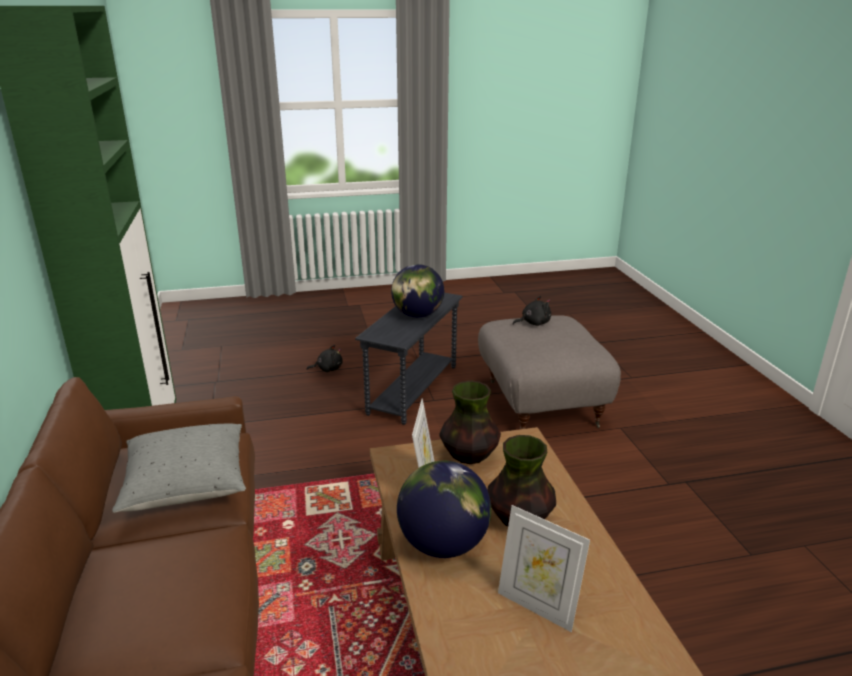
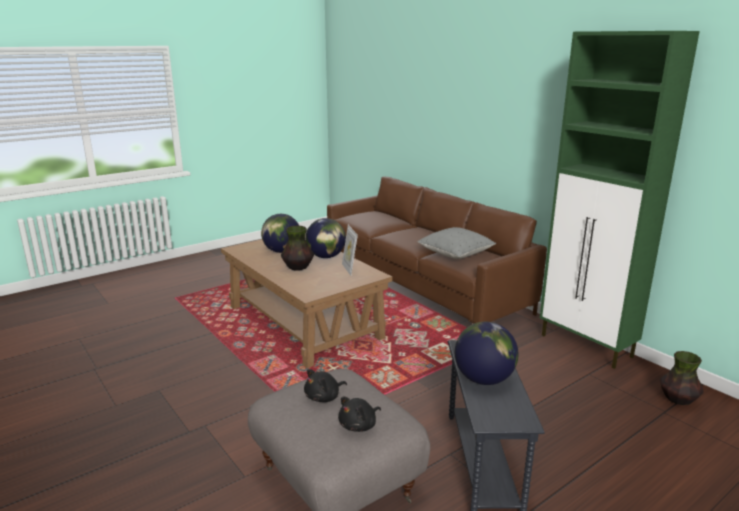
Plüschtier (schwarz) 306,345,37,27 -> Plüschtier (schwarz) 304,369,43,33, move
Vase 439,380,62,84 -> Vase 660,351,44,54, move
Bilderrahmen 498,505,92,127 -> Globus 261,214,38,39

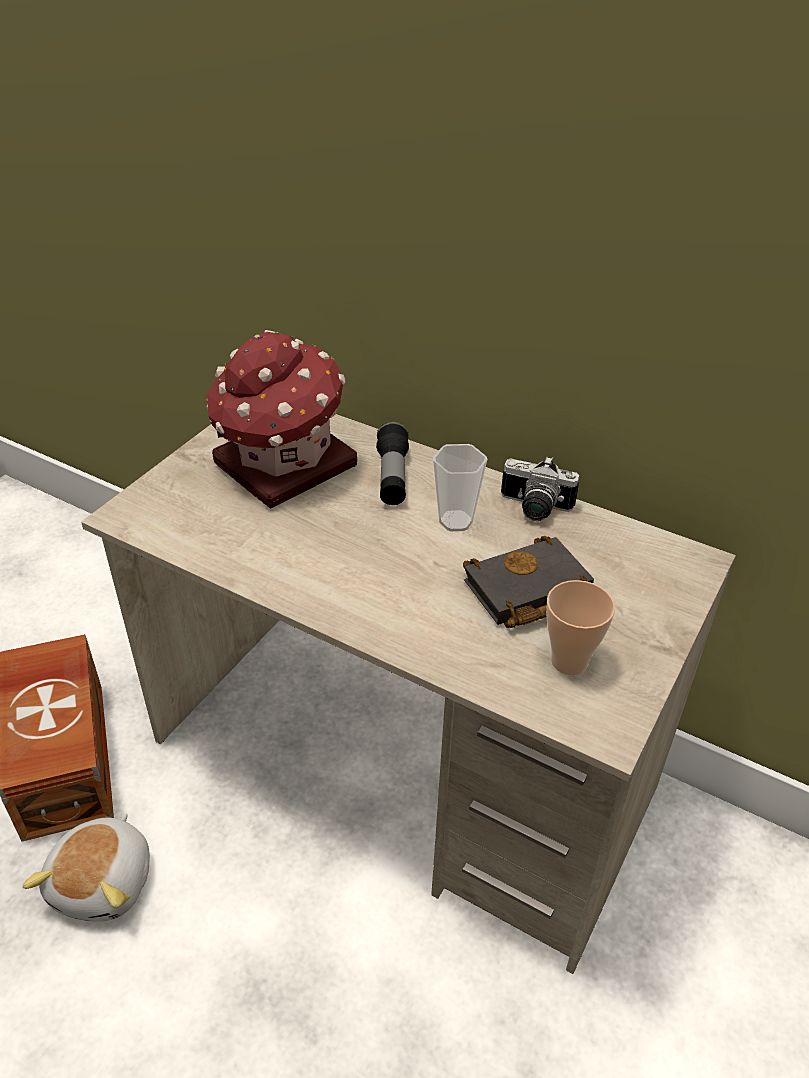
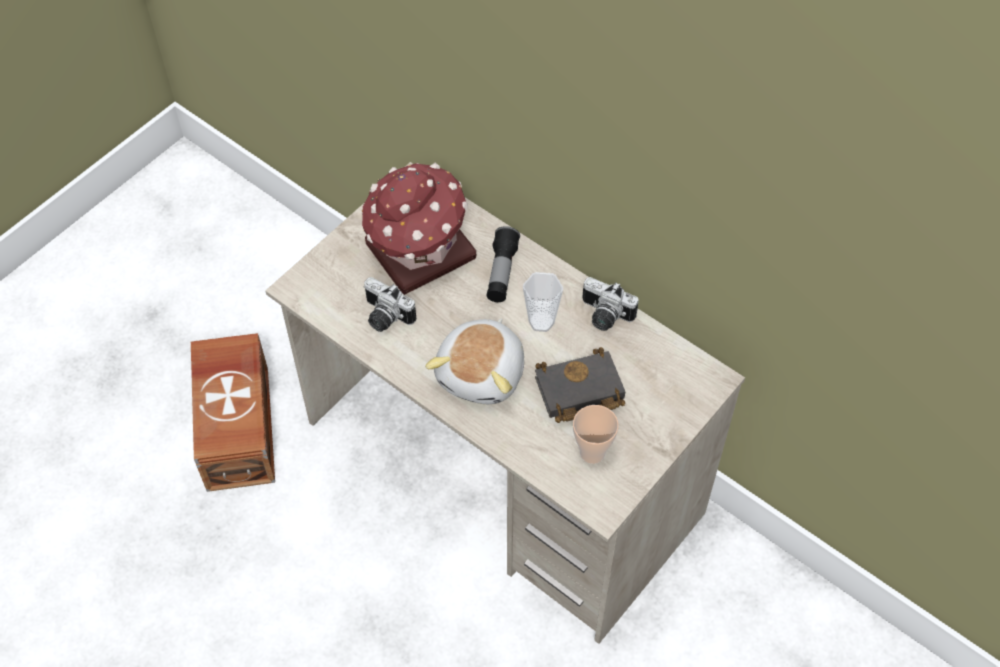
Plüschtier 23,814,127,108 -> Plüschtier 425,318,99,86, move
none -> Kamera 364,277,52,55

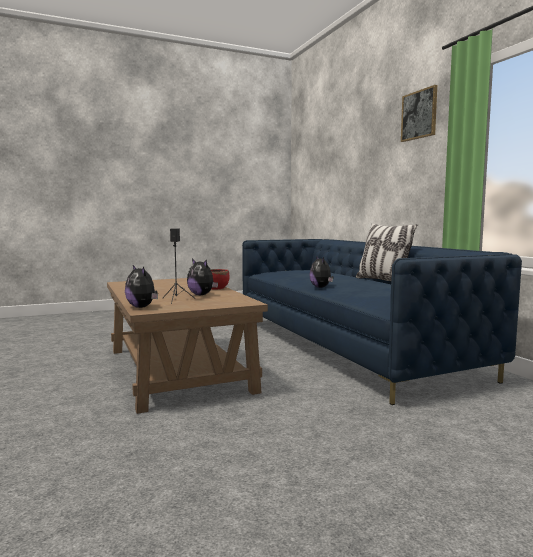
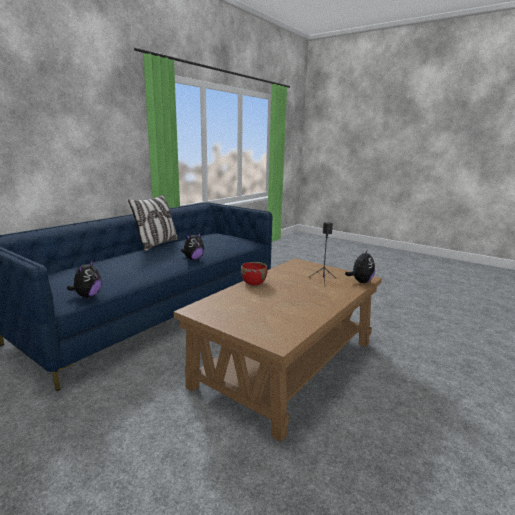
Bild 401,85,36,57 -> none
Plüschtier 187,259,31,36 -> Plüschtier 67,260,35,38, move

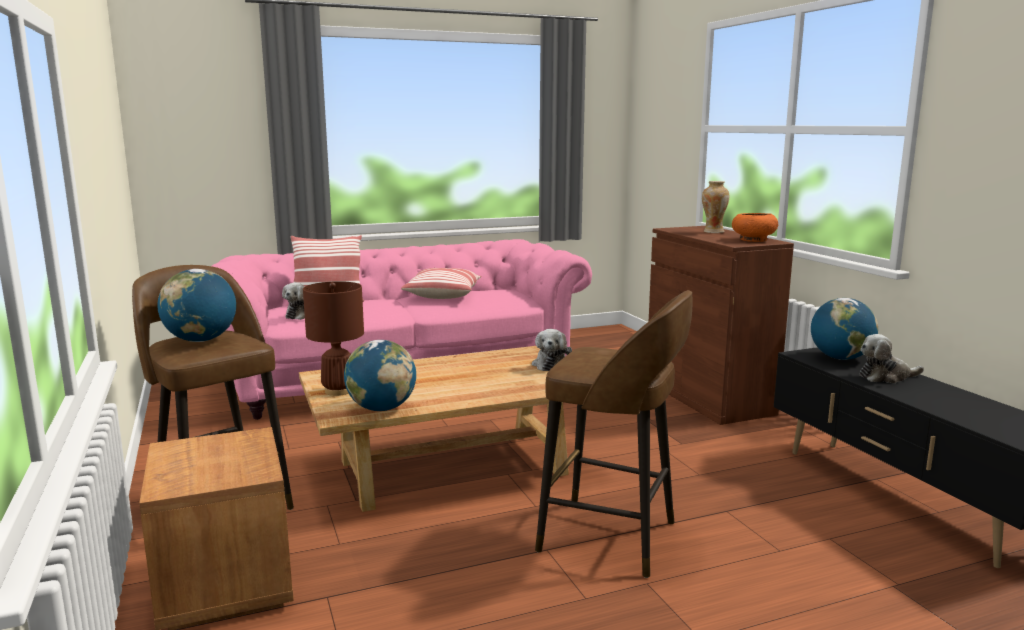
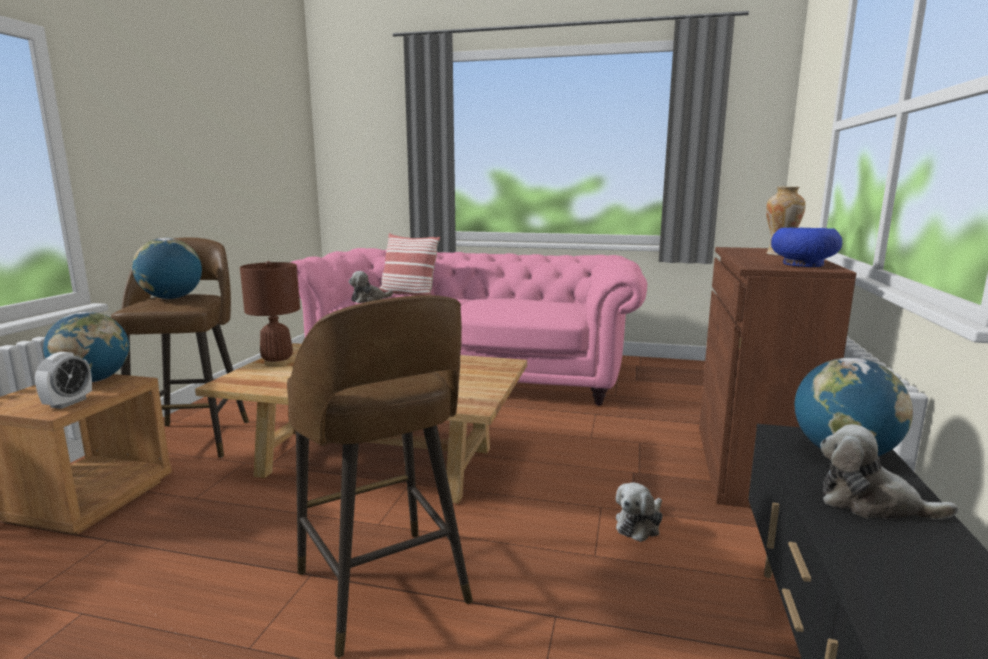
Schüssel (orange) 732,213,46,29 -> Schüssel (blau) 771,227,71,40
Kissen 401,268,81,31 -> none
Plüschtier 532,329,40,42 -> Plüschtier 616,482,47,60, move
Globus 344,340,72,71 -> Globus 43,312,86,70, move
none -> Wecker 35,352,57,57

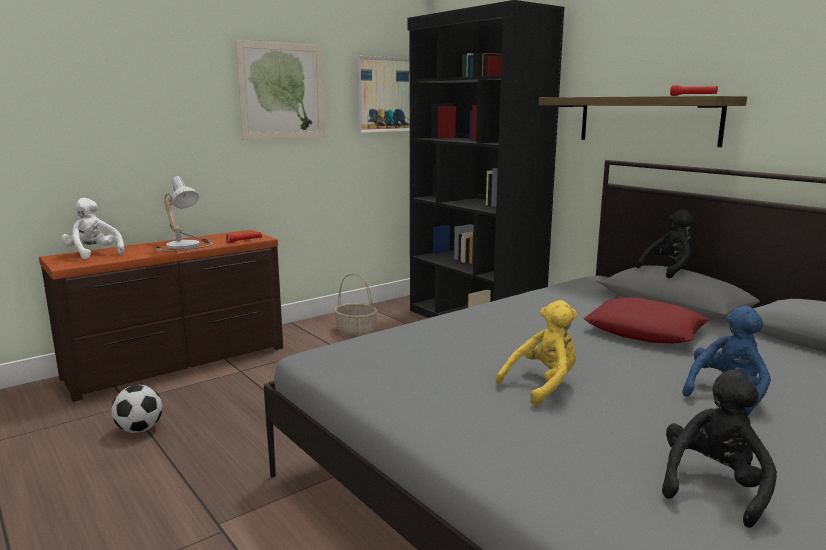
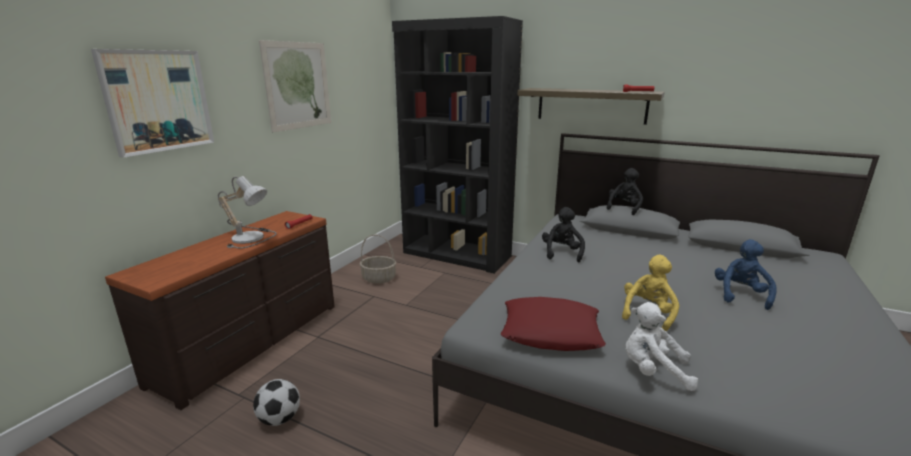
Bild 356,56,54,77 -> Bild 91,49,123,109, move
Plüschtier (weiß) 61,198,63,62 -> Plüschtier (weiß) 626,302,72,89, move
Kissen (rot) 584,298,126,46 -> Kissen (rot) 501,297,105,54, move
Plüschtier (schwarz) 662,370,115,158 -> Plüschtier (schwarz) 542,207,43,55, move

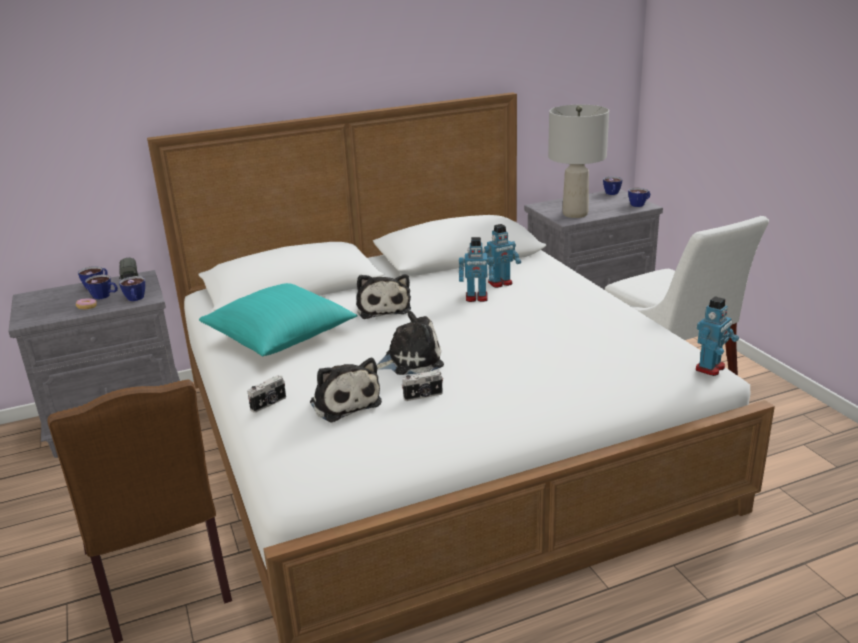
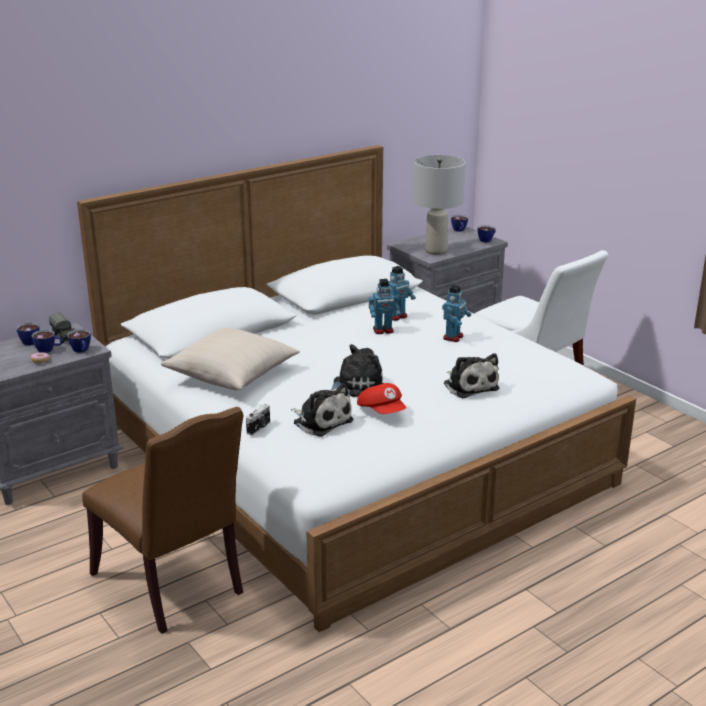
Plüschtier 356,274,55,45 -> Plüschtier 444,353,55,45, move
Kissen (türkis) 199,283,159,73 -> Kissen (beige) 161,328,139,62
Spielzeugroboter 696,296,43,80 -> Spielzeugroboter 442,285,30,57, move
Kamera 402,370,41,31 -> Kappe (rot) 357,383,49,31

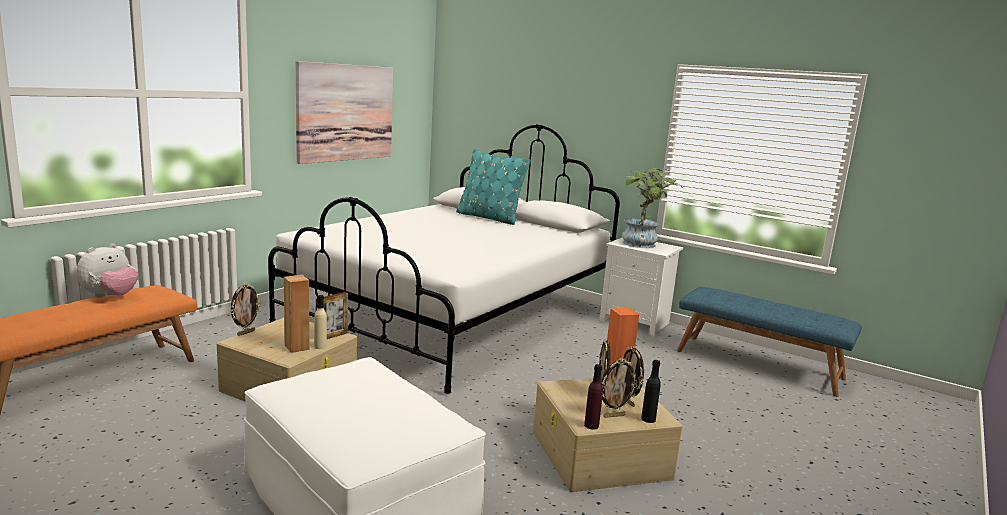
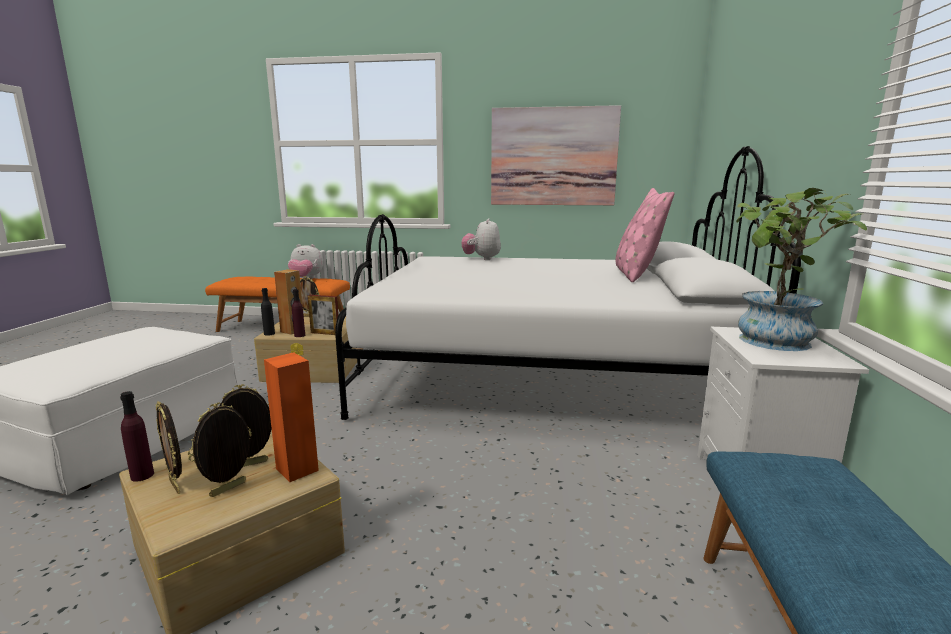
Kissen (türkis) 456,149,75,76 -> Kissen (rosa) 616,188,58,94
Flasche (beige) 314,295,13,54 -> Flasche (lila) 292,289,13,48
Flasche (schwarz) 641,360,20,63 -> Flasche (schwarz) 261,288,14,48, move
none -> Plüschtier 462,218,39,42

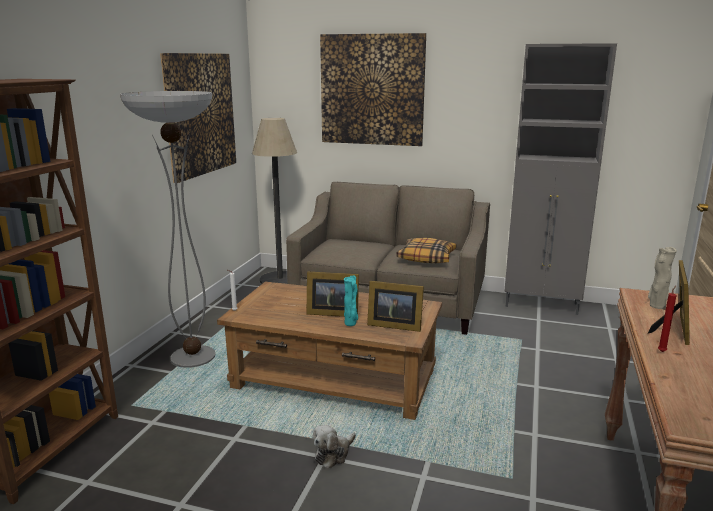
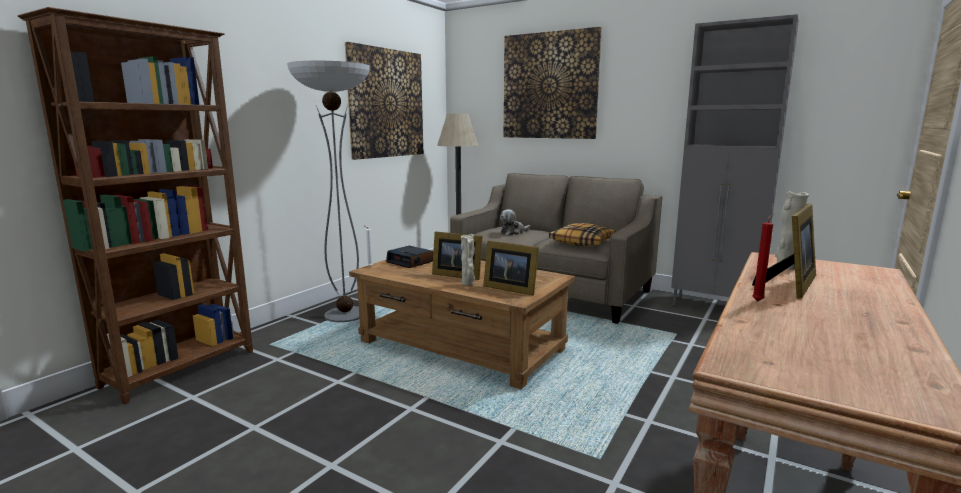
Vase (türkis) 344,276,14,50 -> Vase (beige) 461,234,14,52
Plüschtier 312,425,44,44 -> Plüschtier 500,209,30,26, move
none -> Wecker 386,246,47,22

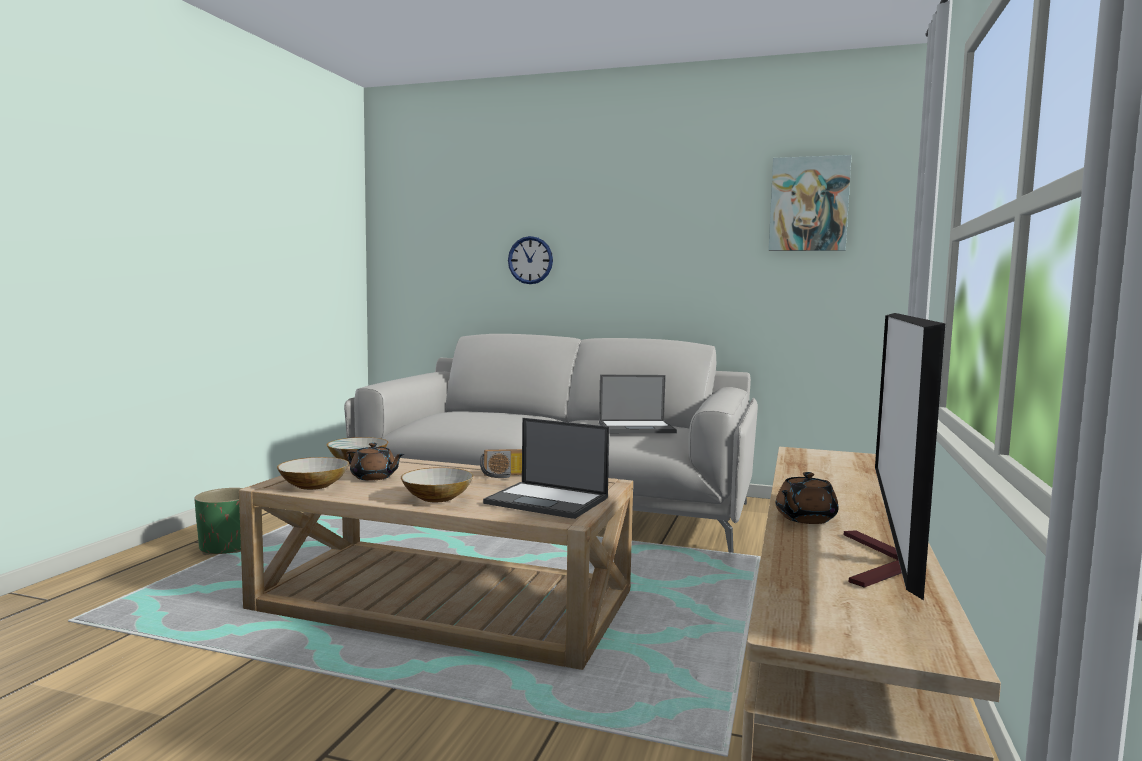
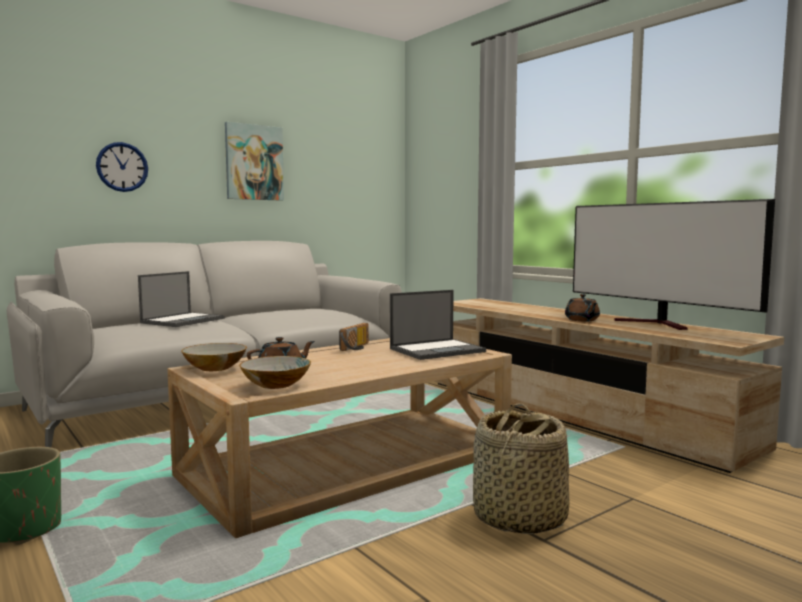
Bild 769,155,83,96 -> Bild 225,122,59,79, move
Laptop 599,375,78,58 -> Laptop 138,271,87,56, move
Schüssel 401,467,73,35 -> none
none -> Korb 473,404,96,130

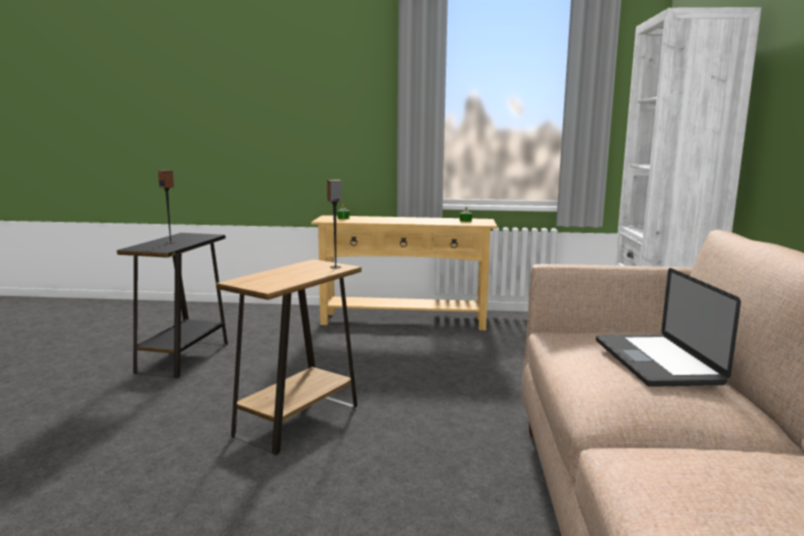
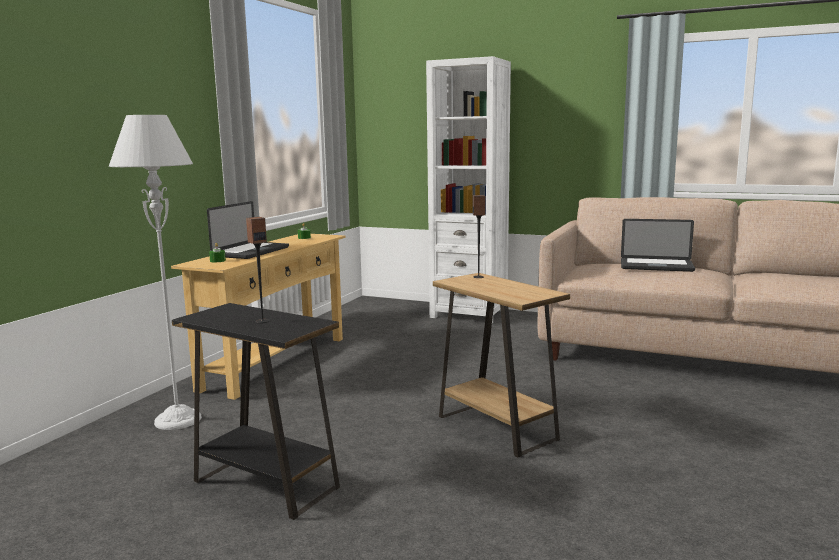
none -> Stehlampe (grau) 109,115,93,315
none -> Laptop 207,201,82,58

